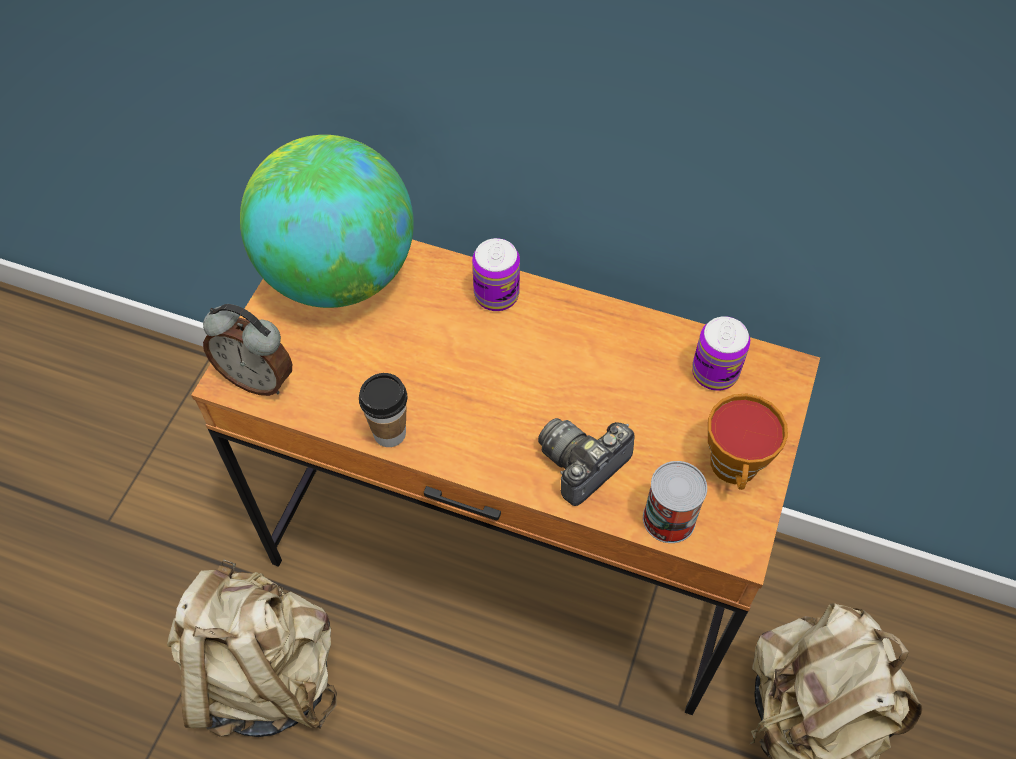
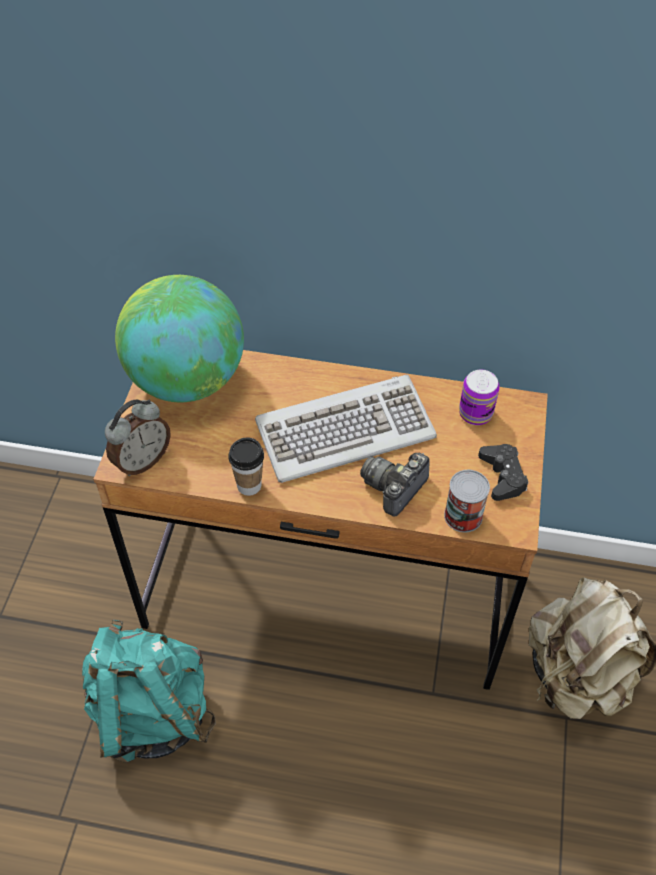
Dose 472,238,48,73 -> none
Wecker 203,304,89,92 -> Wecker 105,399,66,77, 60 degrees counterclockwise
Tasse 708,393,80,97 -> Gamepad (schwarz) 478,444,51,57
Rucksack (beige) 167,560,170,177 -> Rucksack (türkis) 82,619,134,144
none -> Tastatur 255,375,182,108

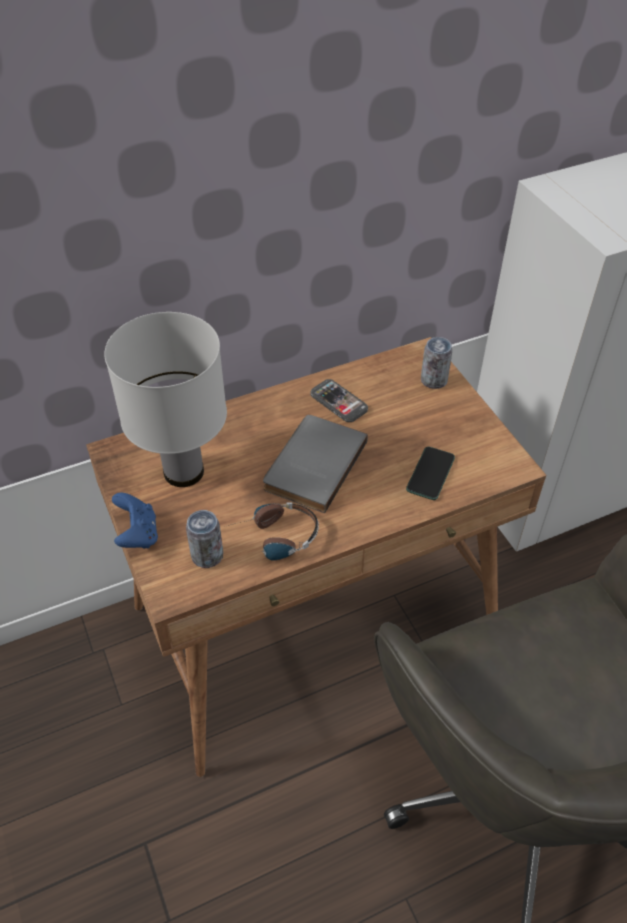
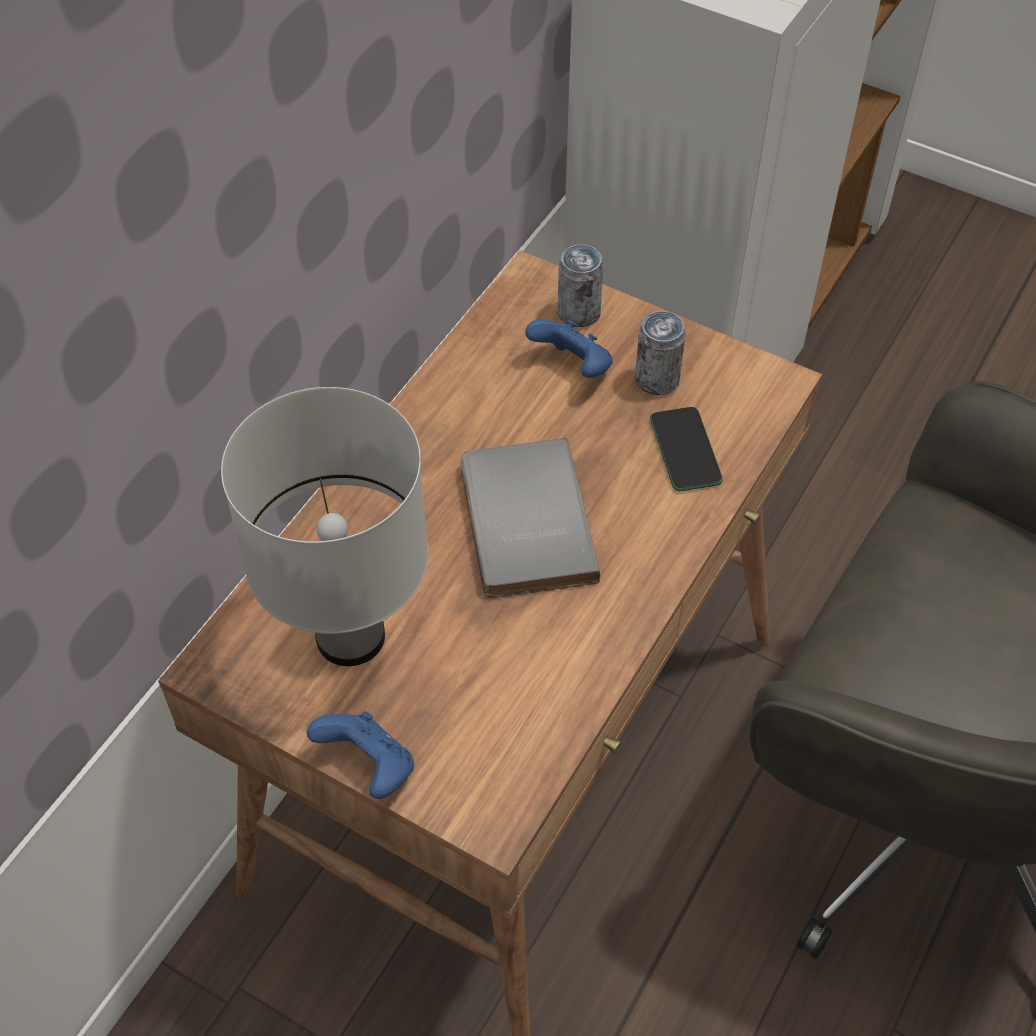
Handy 310,379,58,43 -> none
Kopfhörer 224,502,95,59 -> none
Dose 186,510,37,58 -> Dose 635,311,51,85, move
none -> Gamepad (blau) 525,320,88,58

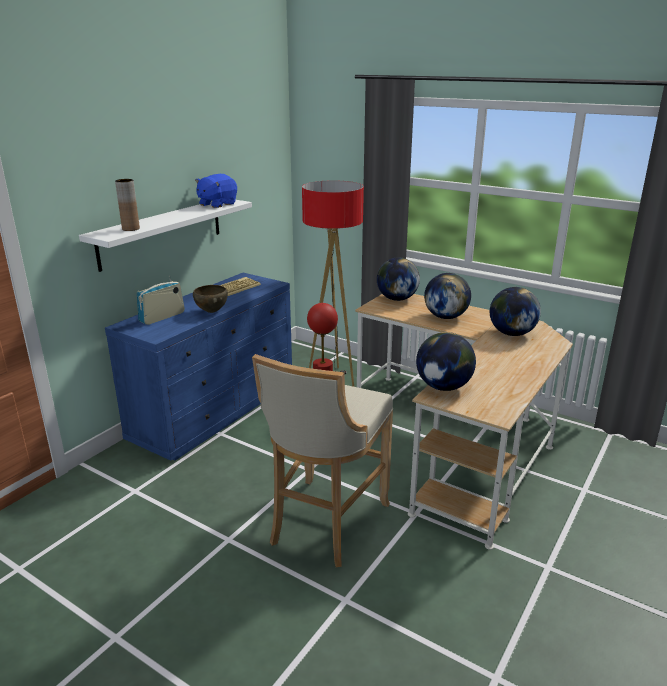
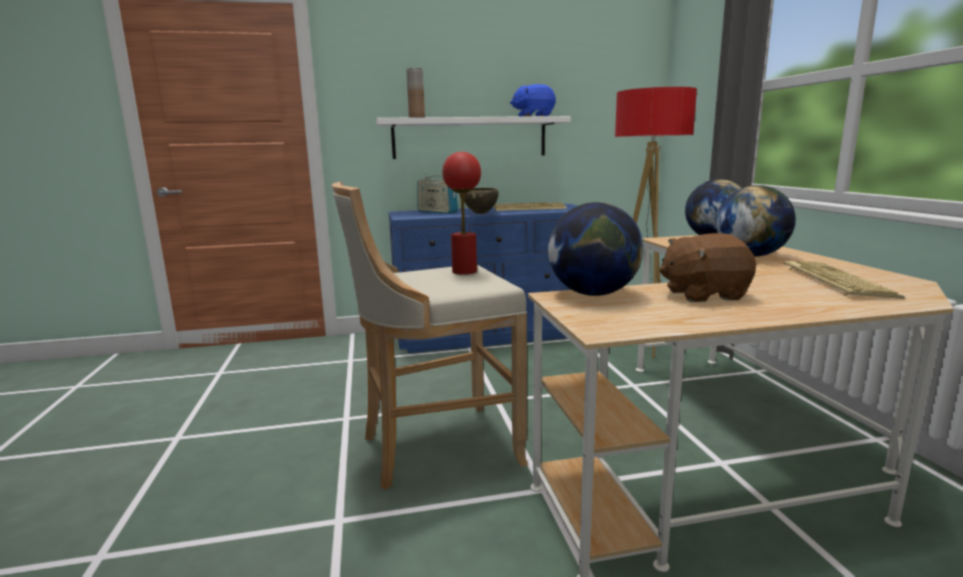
Radio 137,276,48,49 -> Radio 418,172,40,42, 135 degrees counterclockwise
Globus 490,287,51,49 -> Tastatur 784,261,121,38
none -> Plüschtier (braun) 659,233,97,69

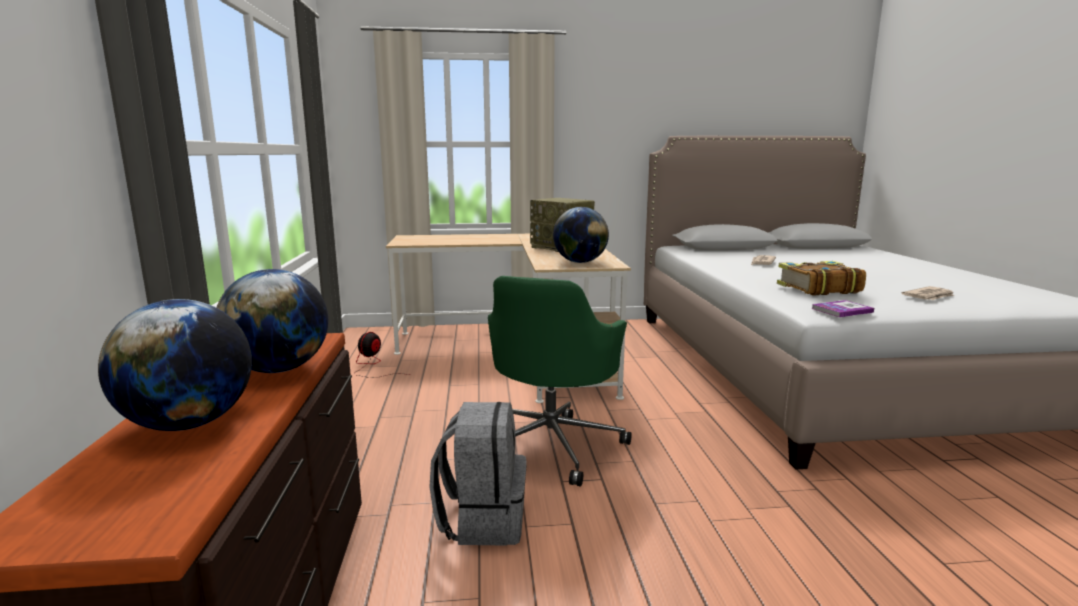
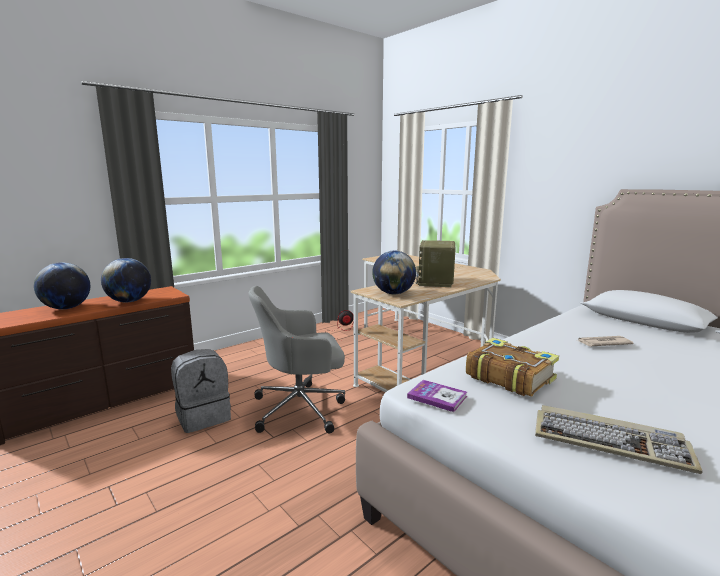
Bürostuhl (grün) 488,276,143,210 -> Bürostuhl (grau) 248,286,97,147
Zeitung 902,286,52,14 -> Tastatur 535,405,168,69

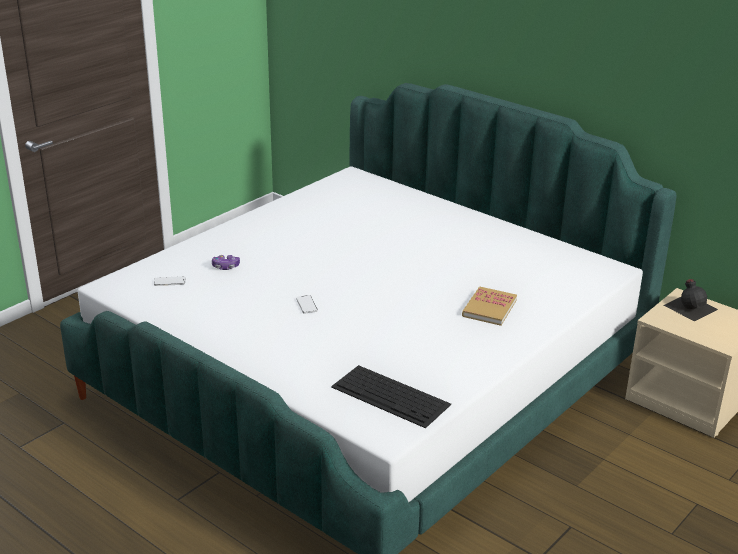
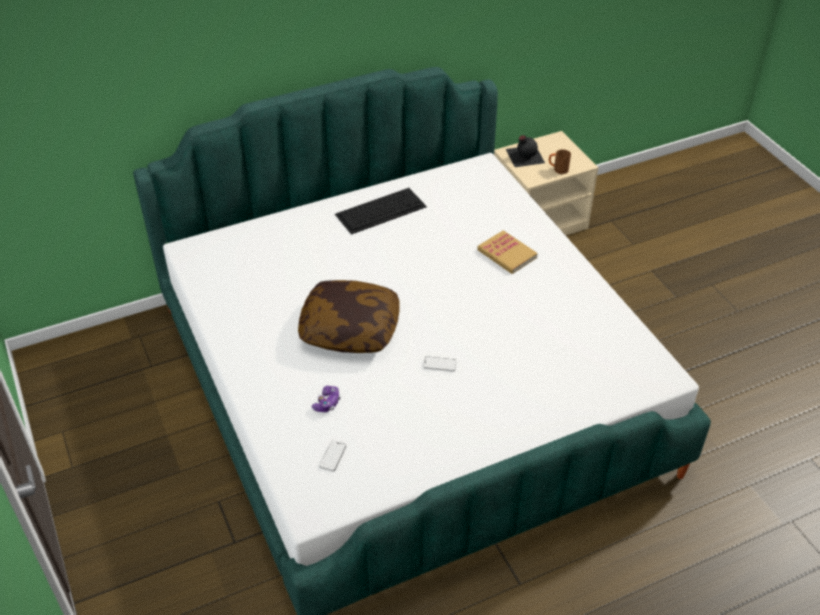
Tastatur 331,365,120,63 -> Tastatur 335,188,92,47, move
none -> Henkelbecher (braun) 549,150,22,24
none -> Kissen 298,280,101,73

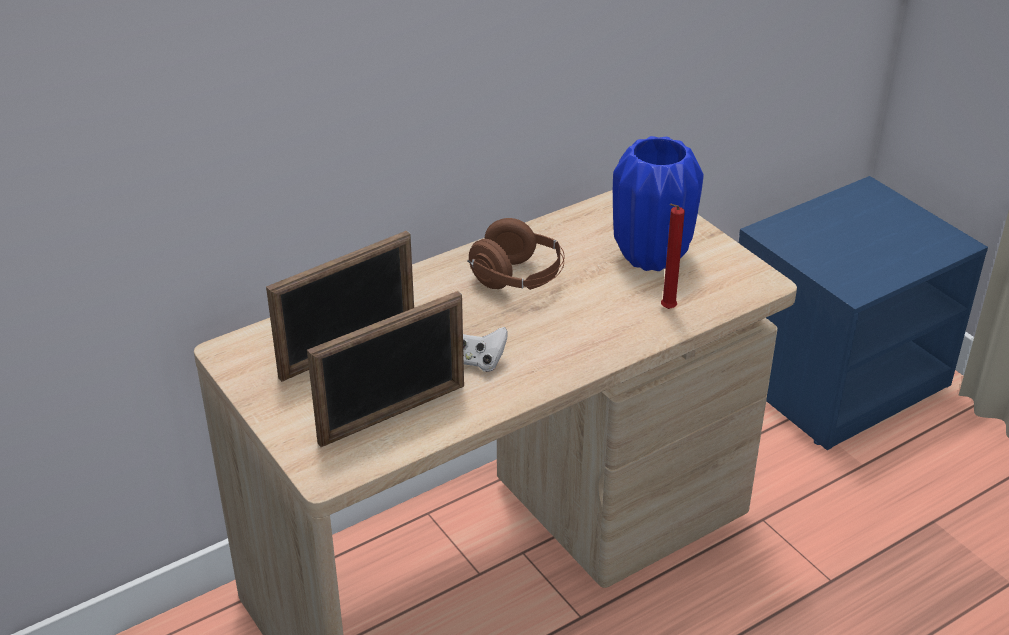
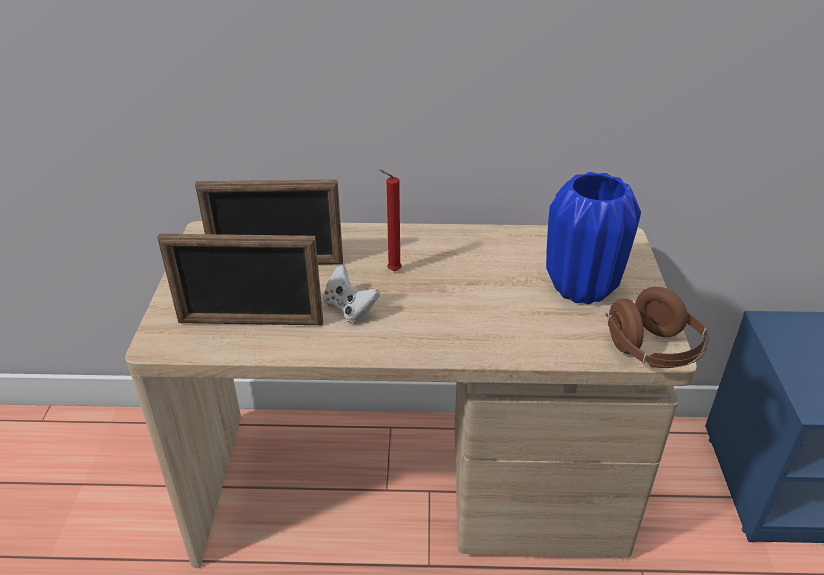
Kerze (rot) 661,204,24,105 -> Kerze (rot) 380,170,22,101, move
Kopfhörer (braun) 467,218,98,72 -> Kopfhörer (braun) 606,287,103,81, move

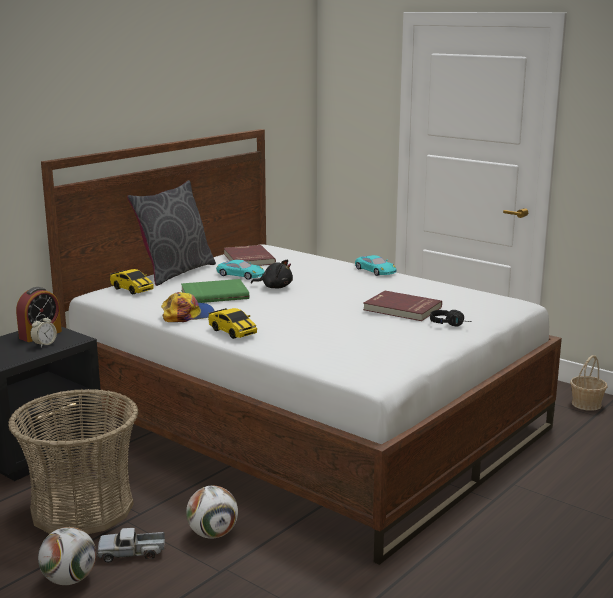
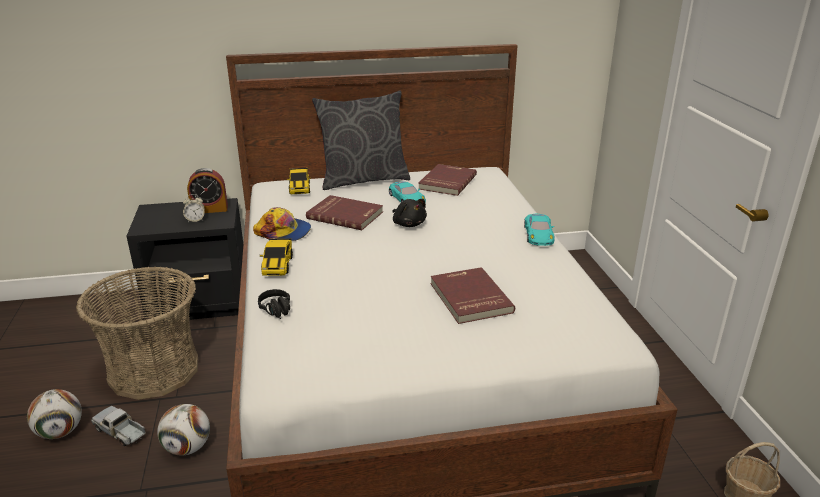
Buch (grün) 181,279,68,24 -> Buch (rot) 306,195,77,35
Kopfhörer (schwarz) 430,310,42,17 -> Kopfhörer (schwarz) 258,289,32,30, move

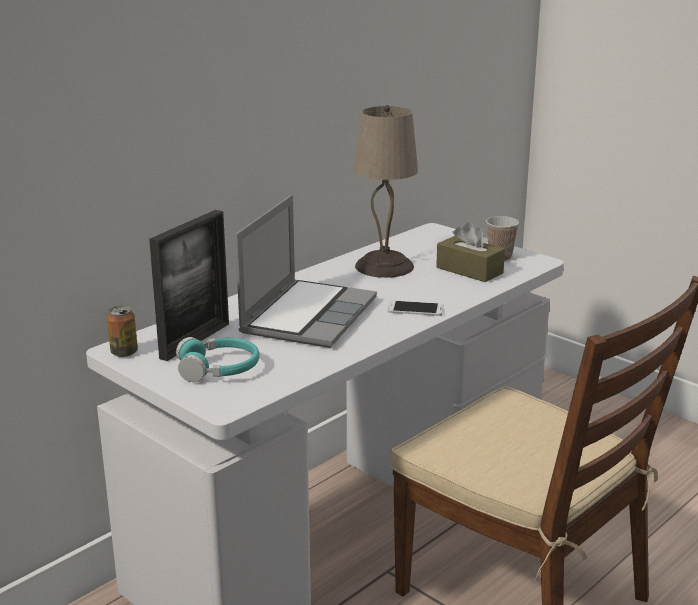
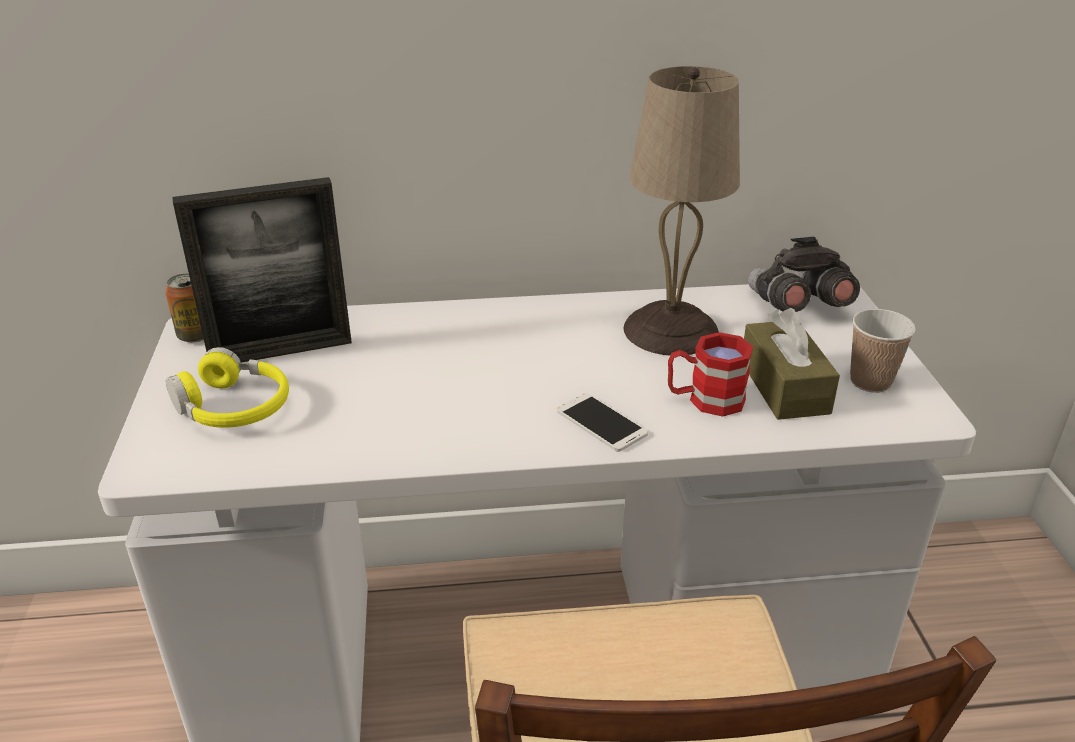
Laptop 235,195,142,153 -> none
Kopfhörer (türkis) 176,337,84,45 -> Kopfhörer (gelb) 166,347,123,81
none -> Fernglas (grau) 748,237,112,75
none -> Henkelbecher (rot) 668,332,85,85

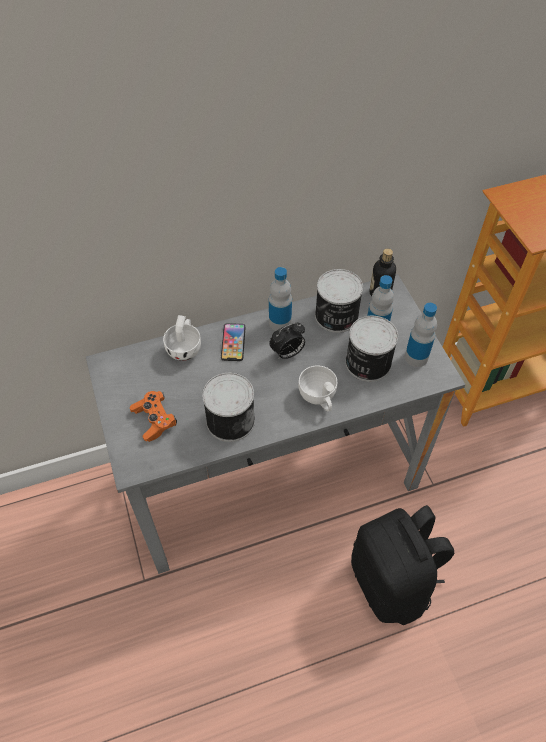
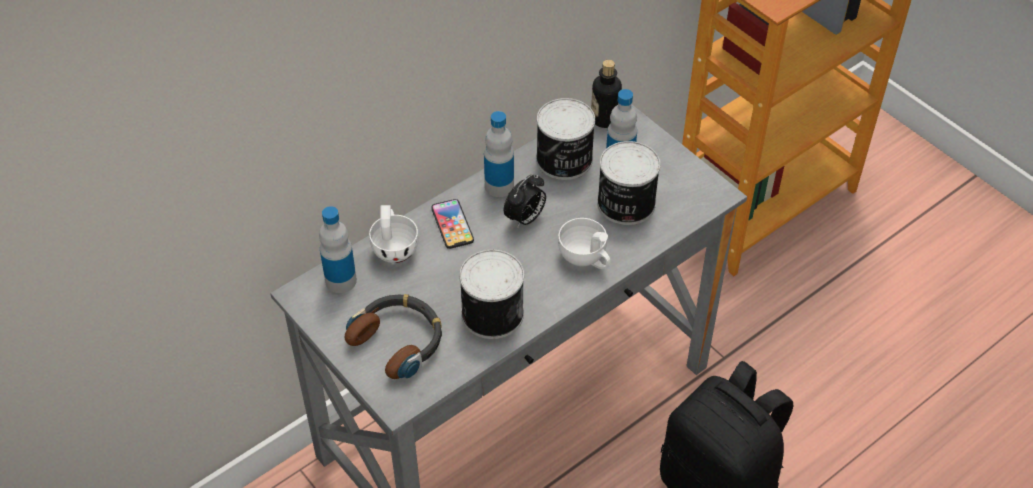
Flasche 405,303,32,64 -> Flasche 319,206,38,87, move
Gamepad (orange) 130,391,47,51 -> Kopfhörer 345,294,97,85

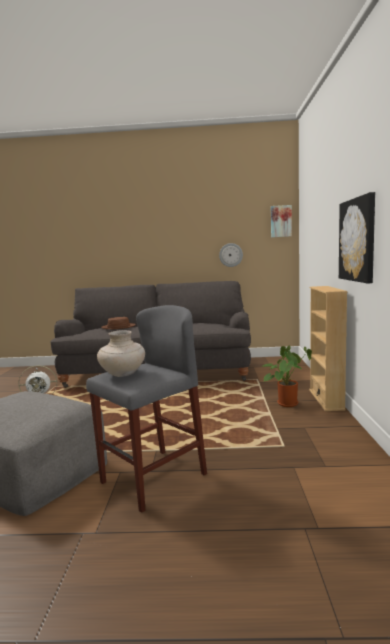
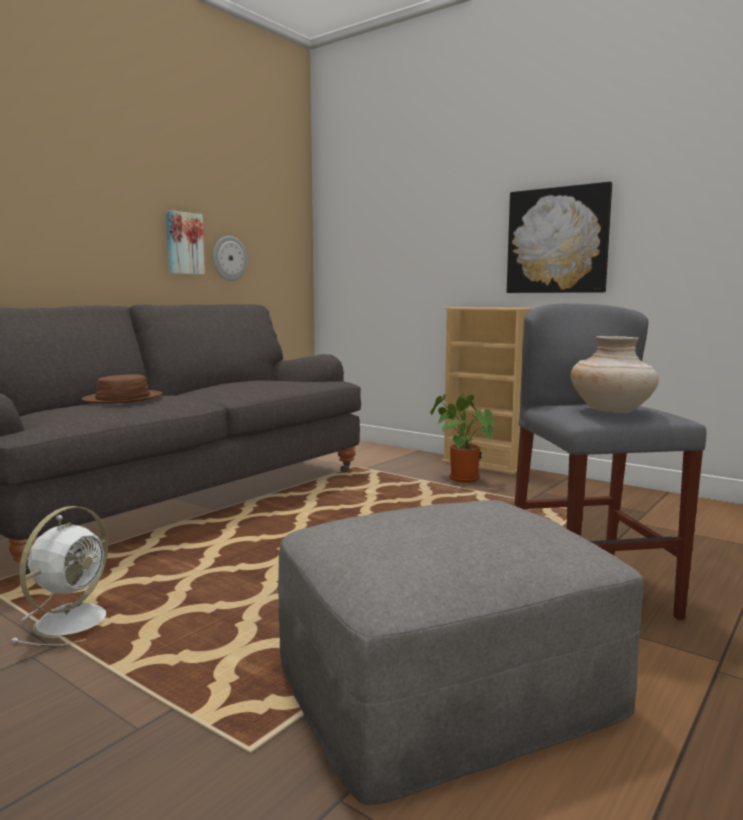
Bild 271,205,21,32 -> Bild 166,210,39,65, move

